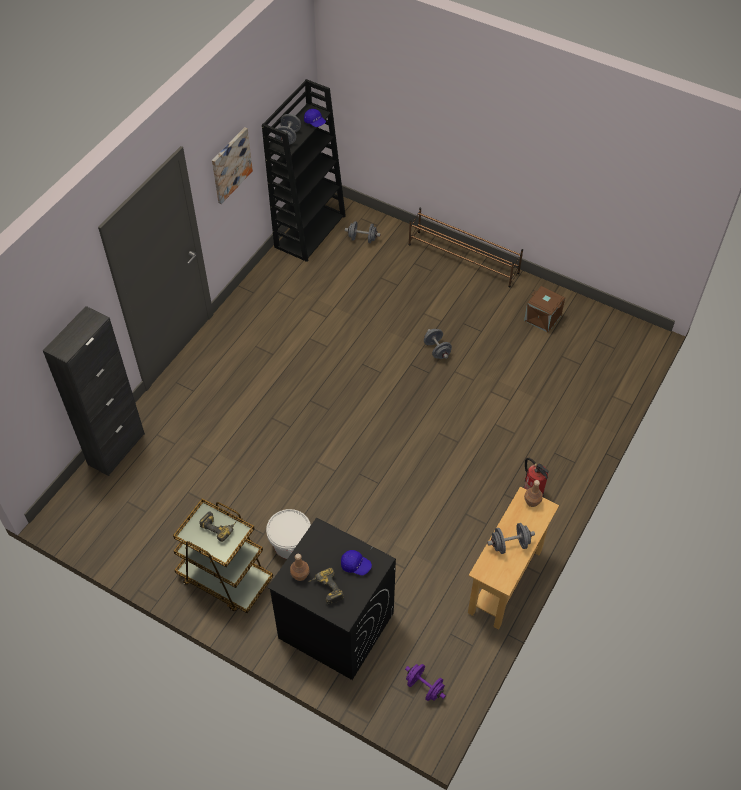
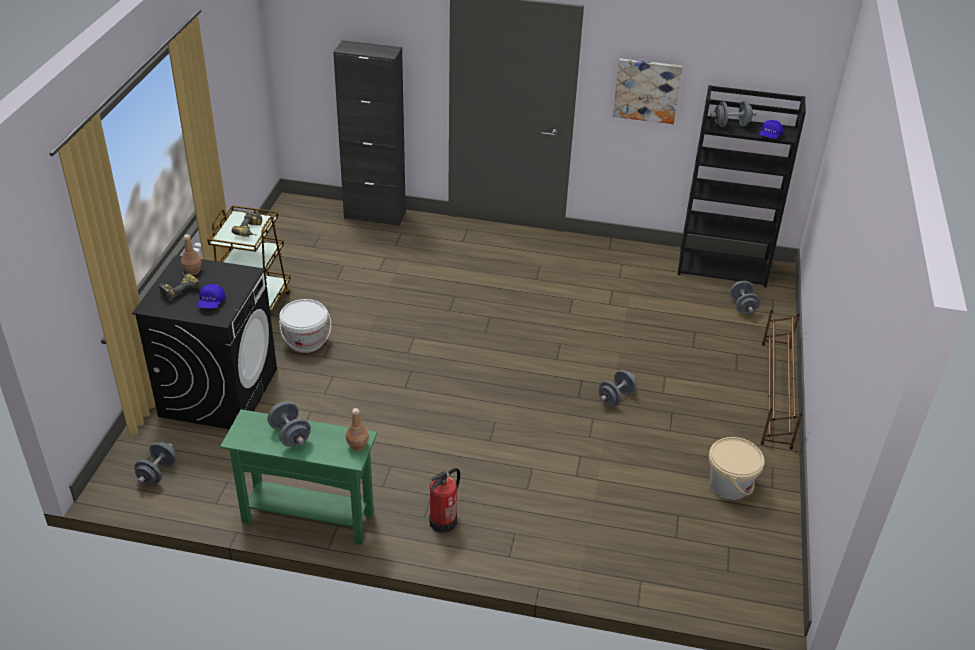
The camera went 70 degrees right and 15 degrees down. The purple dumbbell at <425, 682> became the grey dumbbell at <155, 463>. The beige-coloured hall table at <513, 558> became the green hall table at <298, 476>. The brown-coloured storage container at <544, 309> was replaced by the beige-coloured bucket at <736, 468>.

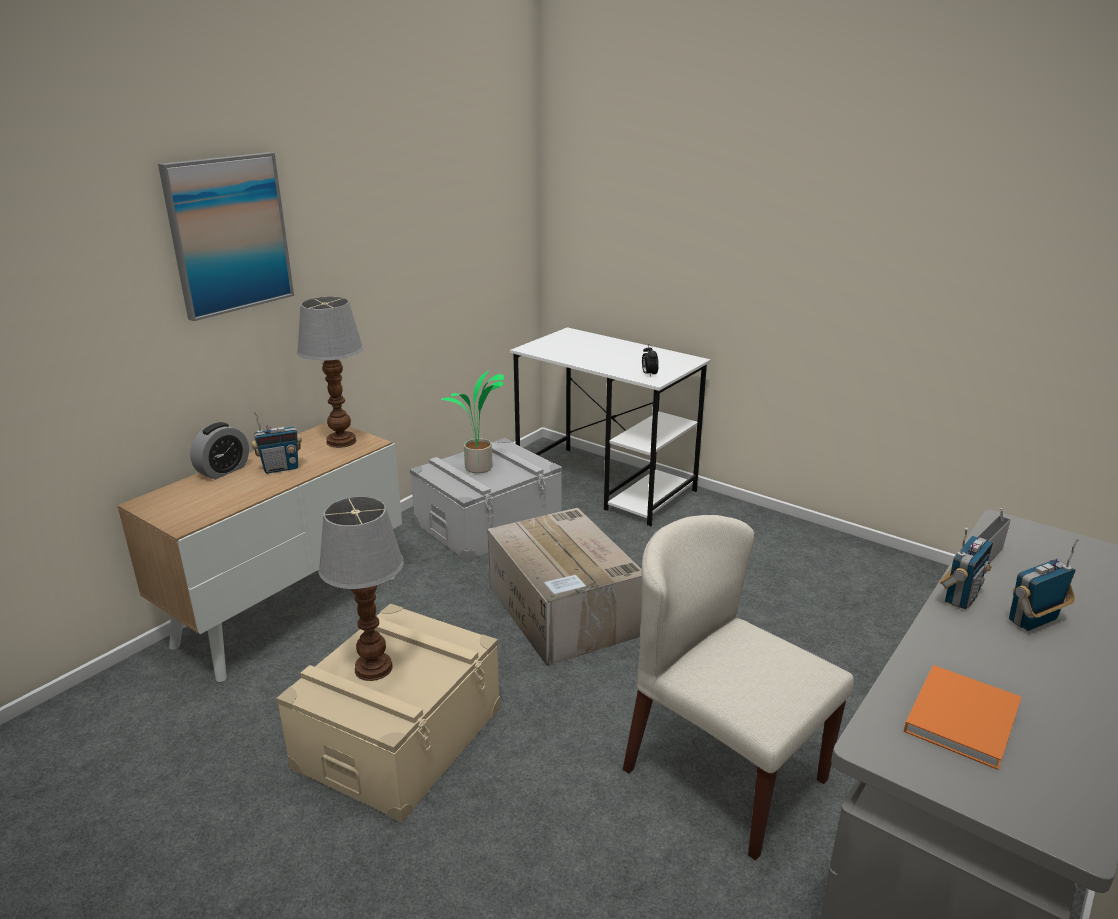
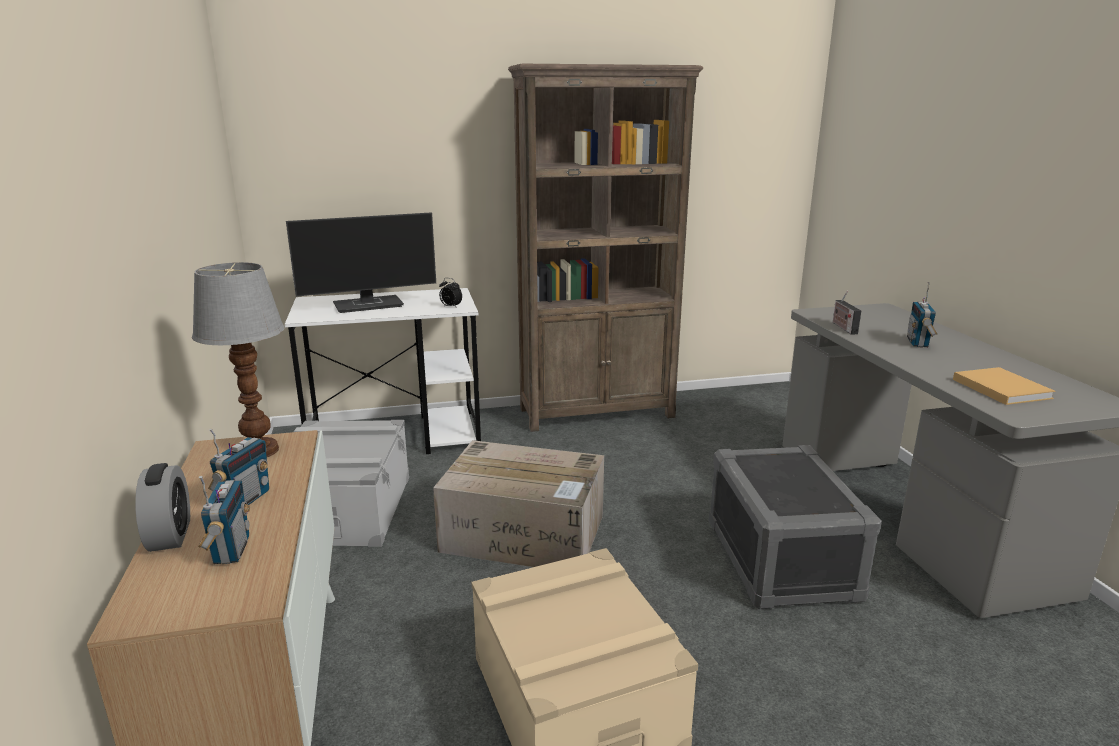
The camera went 50 degrees left and 5 degrees down. The picture at <226, 236> disappeared. The table lamp at <361, 588> disappeared. The potted plant at <472, 422> disappeared. The beige-coloured upright chair at <738, 687> was replaced by the grey storage container at <795, 527>. The orange-coloured book at <962, 717> became the beige-coloured book at <1004, 386>. The radio moved from <966, 568> to <224, 520>. The computer display at <361, 262> appeared. The brown-coloured shelving unit at <605, 248> appeared.

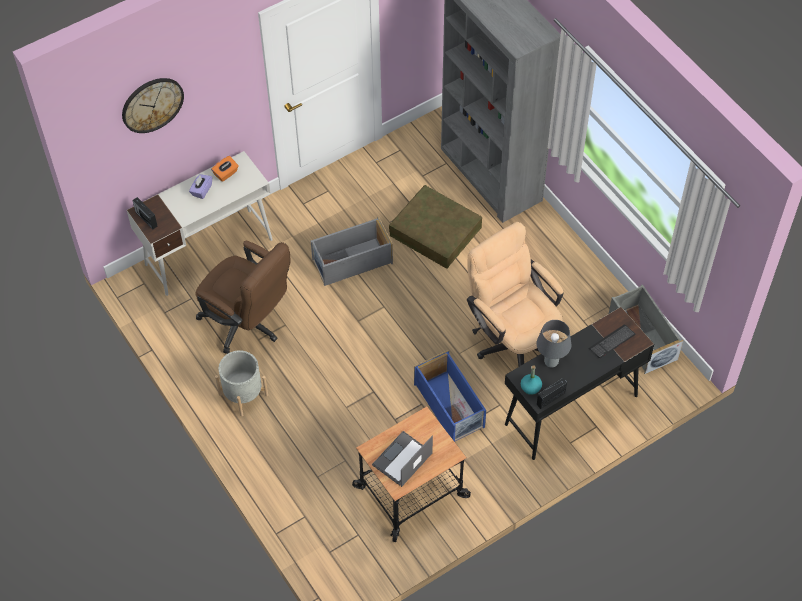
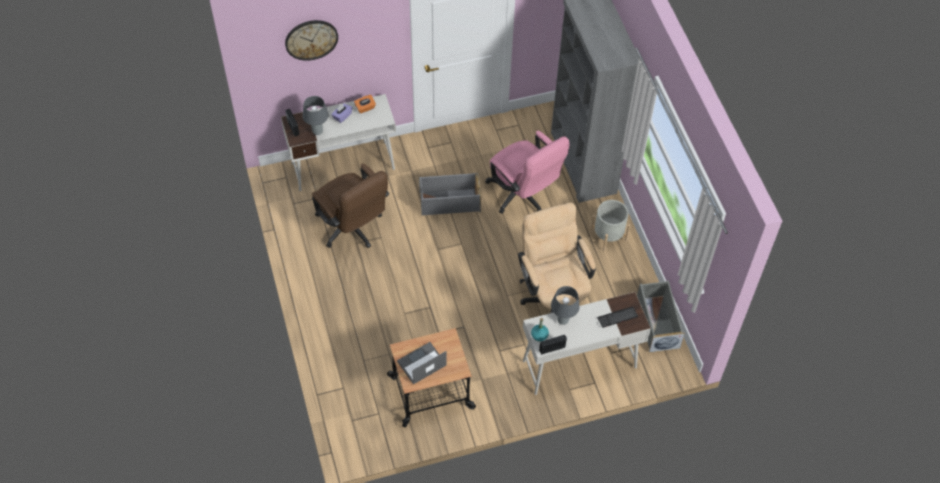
The camera went 15 degrees right and 0 degrees up. The grey flower pot moved from <241, 383> to <610, 225>. The brown-coloured storage container at <435, 227> was replaced by the pinkish office chair at <527, 172>. The blue-coloured storage container at <450, 396> disappeared. The black-coloured desk at <579, 383> became the whitish desk at <587, 343>. The grey table lamp at <315, 115> appeared.

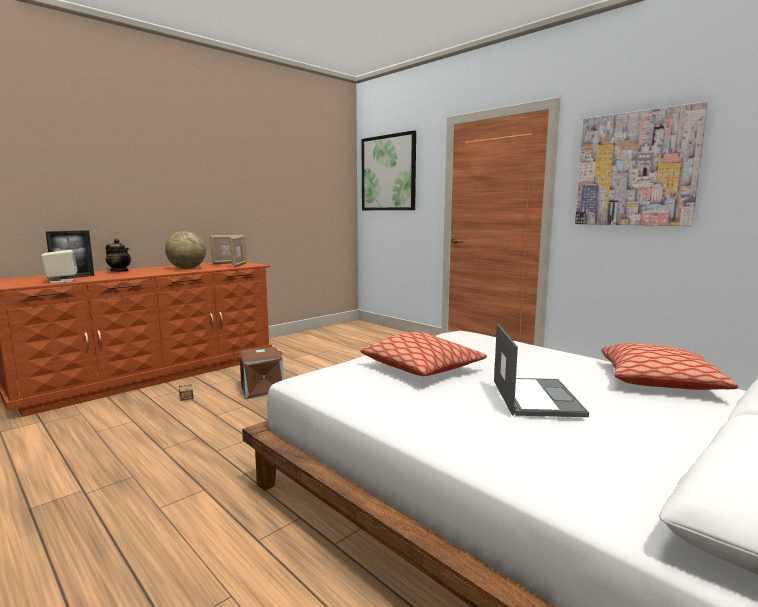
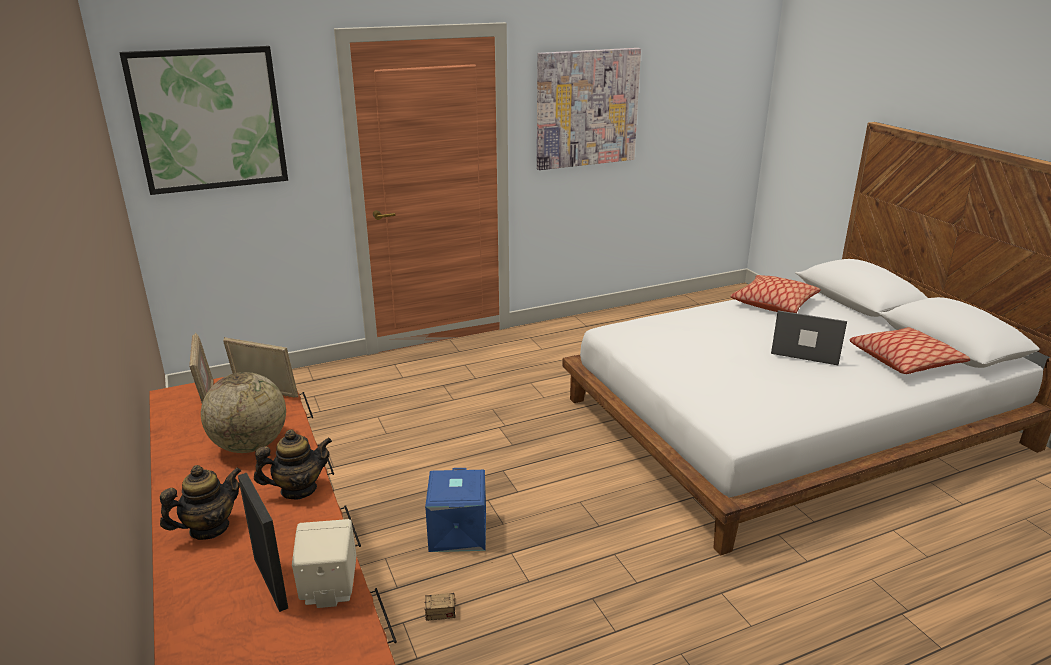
The camera went 70 degrees left and 15 degrees up. The brown-coloured storage container at <261, 373> became the blue-coloured storage container at <455, 510>. The cushion moved from <423, 354> to <909, 350>. The pot for tea at <293, 464> appeared.

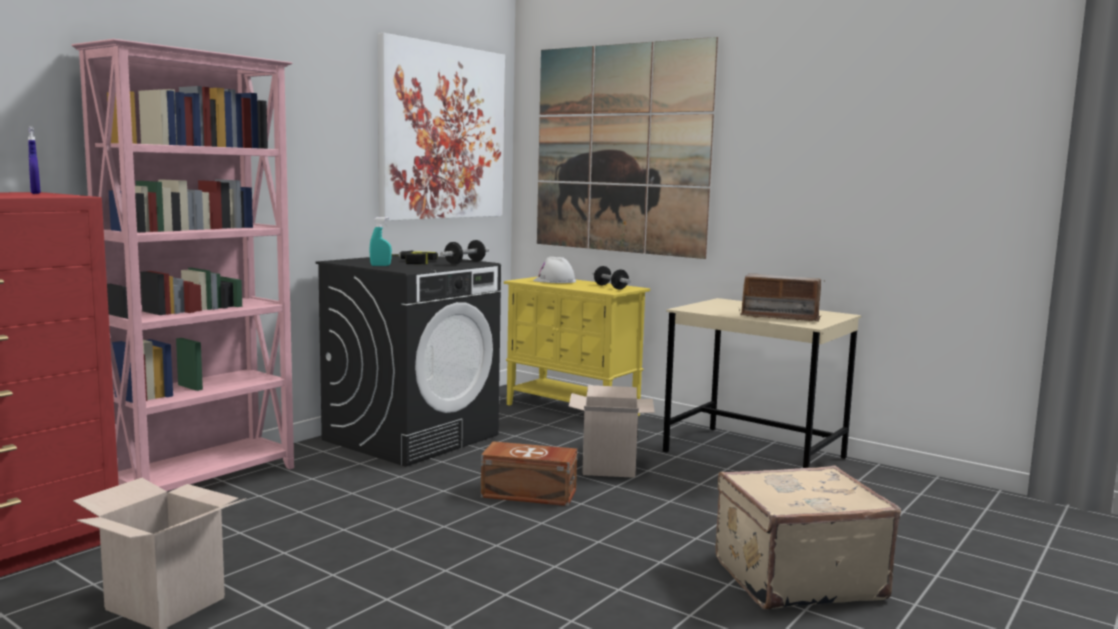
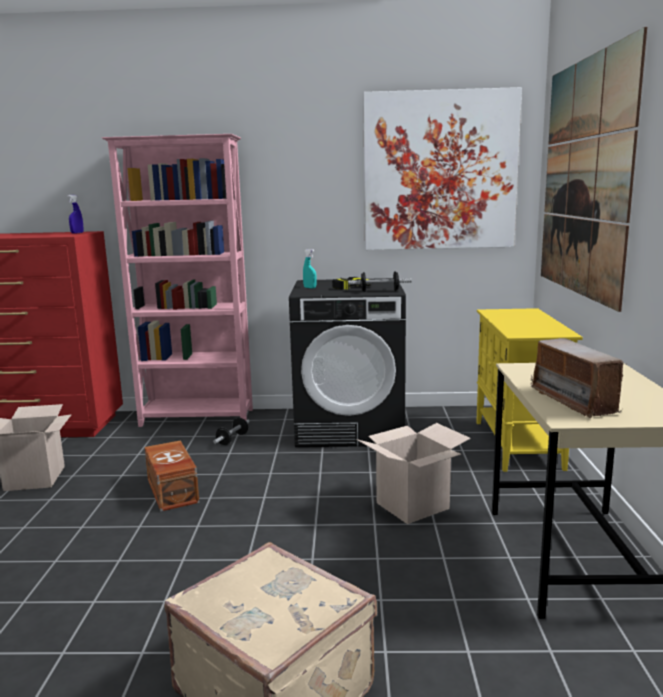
The camera went 55 degrees right and 5 degrees up. The brown-coloured storage container moved from <529, 473> to <172, 475>. The whitish safety helmet at <554, 270> disappeared. The dumbbell moved from <612, 278> to <231, 431>.

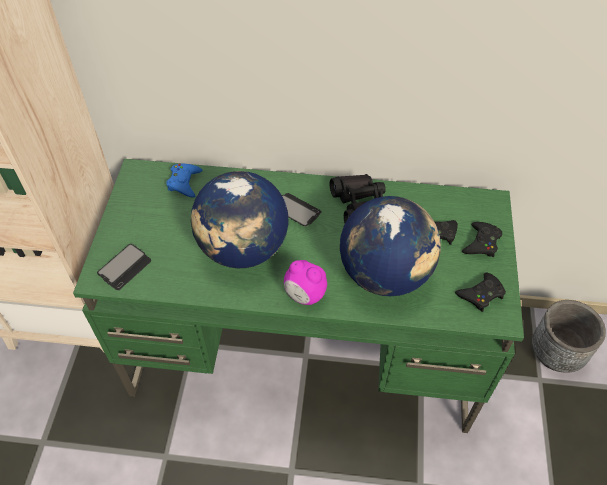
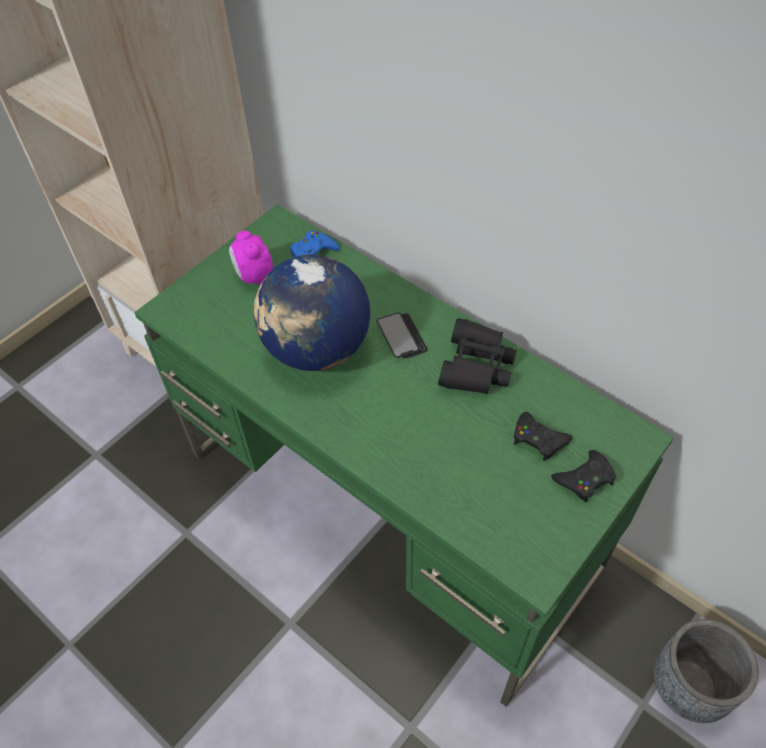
The camera went 35 degrees right and 0 degrees up. The phone at <124, 267> disappeared. The alarm clock moved from <305, 282> to <251, 258>. The globe at <390, 246> disappeared. The black-coloured joypad at <480, 292> disappeared.

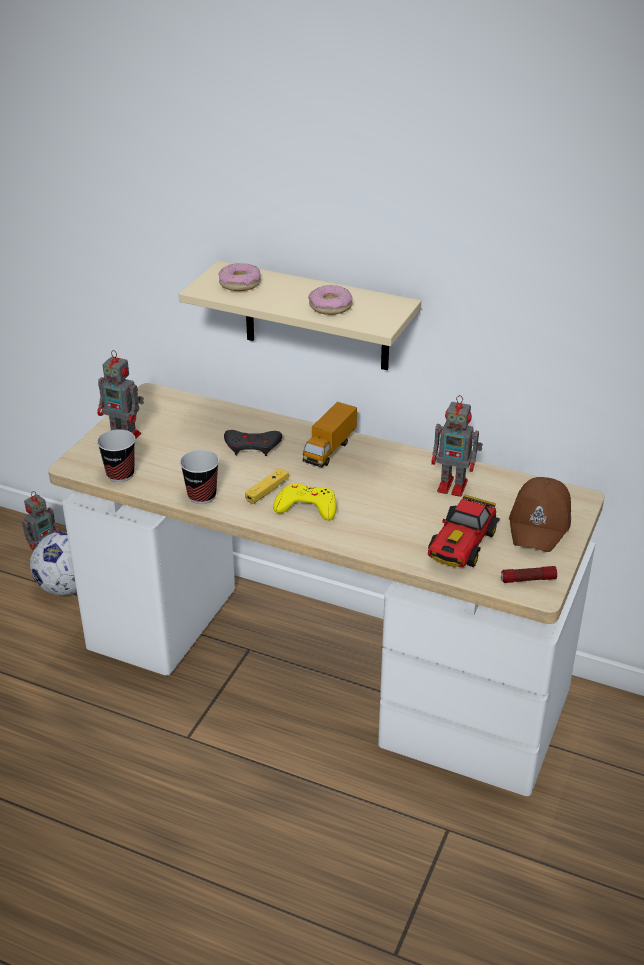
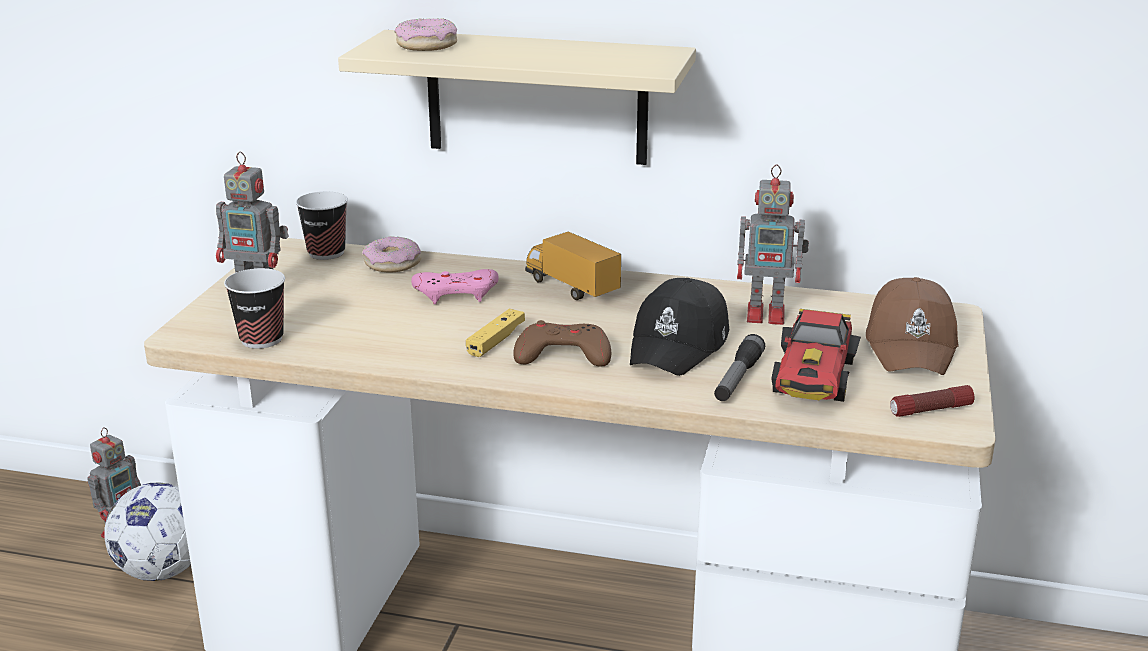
The camera went 10 degrees left and 10 degrees down. The cup moved from <199, 477> to <322, 225>. The grey joypad at <253, 443> became the pinkish joypad at <455, 286>. The yellowish joypad at <304, 501> became the brown-coloured joypad at <562, 343>. The model truck at <330, 434> turned 120 degrees clockwise. The ring doughnut moved from <330, 300> to <391, 254>. The black-coloured baseball cap at <679, 327> appeared. The flashlight at <739, 367> appeared.

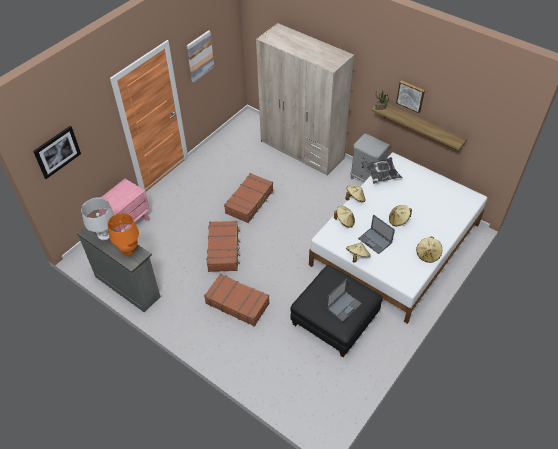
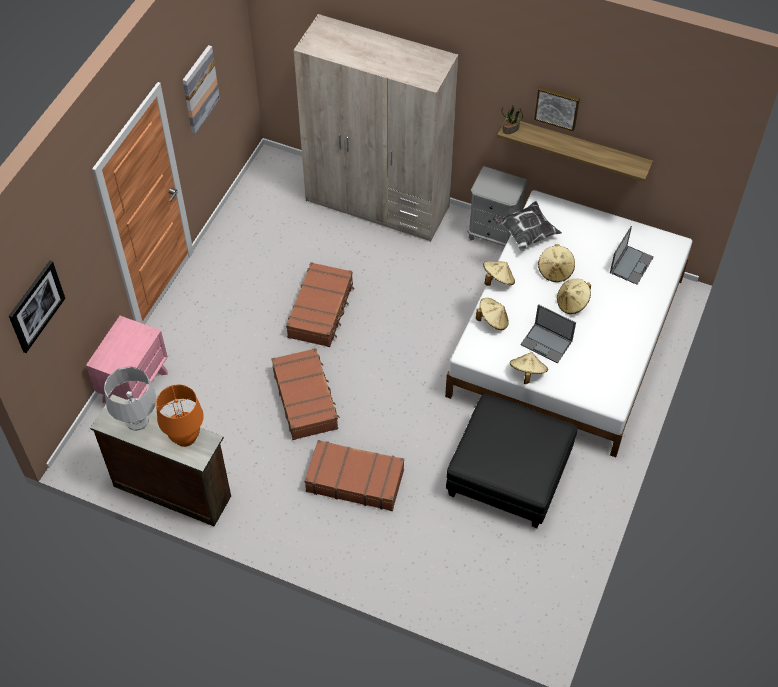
The camera went 15 degrees left and 5 degrees up. The grey chest of drawers at <119, 265> became the brown-coloured chest of drawers at <160, 460>. The notebook computer moved from <344, 300> to <632, 255>. The beige-coloured wearable hat moved from <429, 250> to <556, 263>.

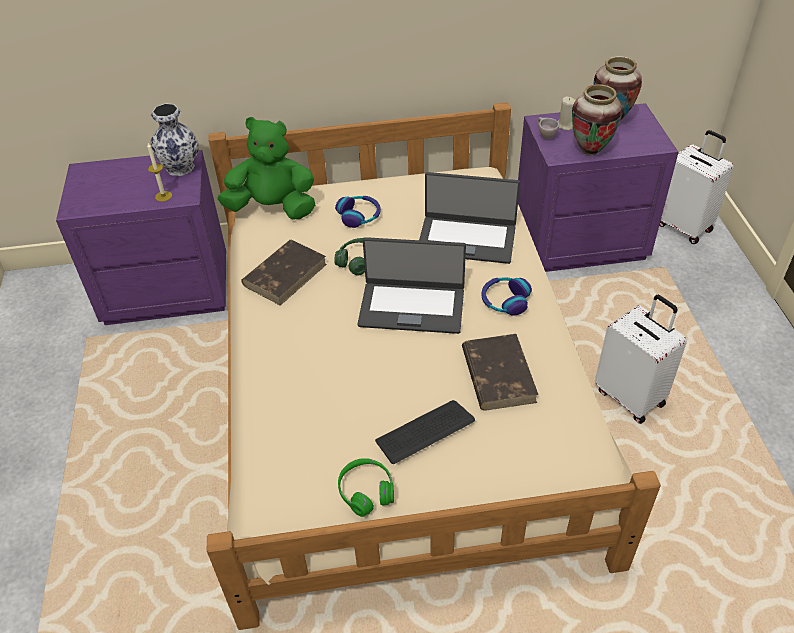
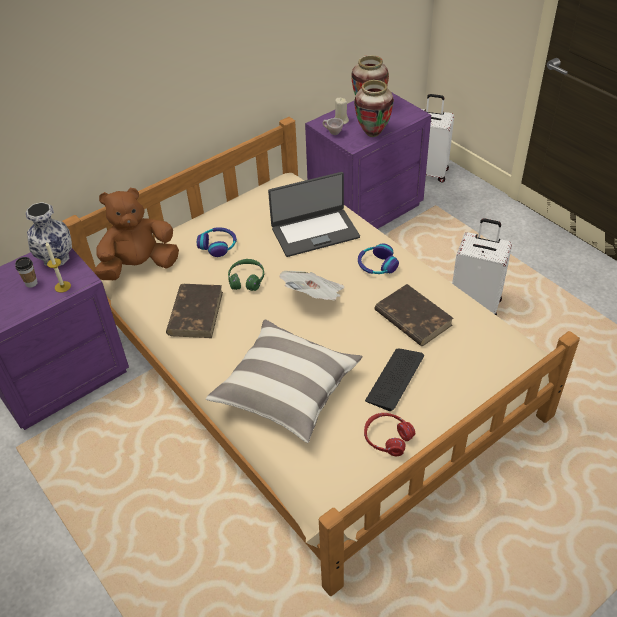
The camera went 30 degrees left and 0 degrees up. The green plush toy at <266, 168> became the brown-coloured plush toy at <136, 234>. The green pair of headphones at <366, 487> became the red pair of headphones at <389, 434>. The notebook computer at <411, 285> was replaced by the daily paper at <312, 286>. The cup at <26, 272> appeared. The cushion at <284, 381> appeared.

